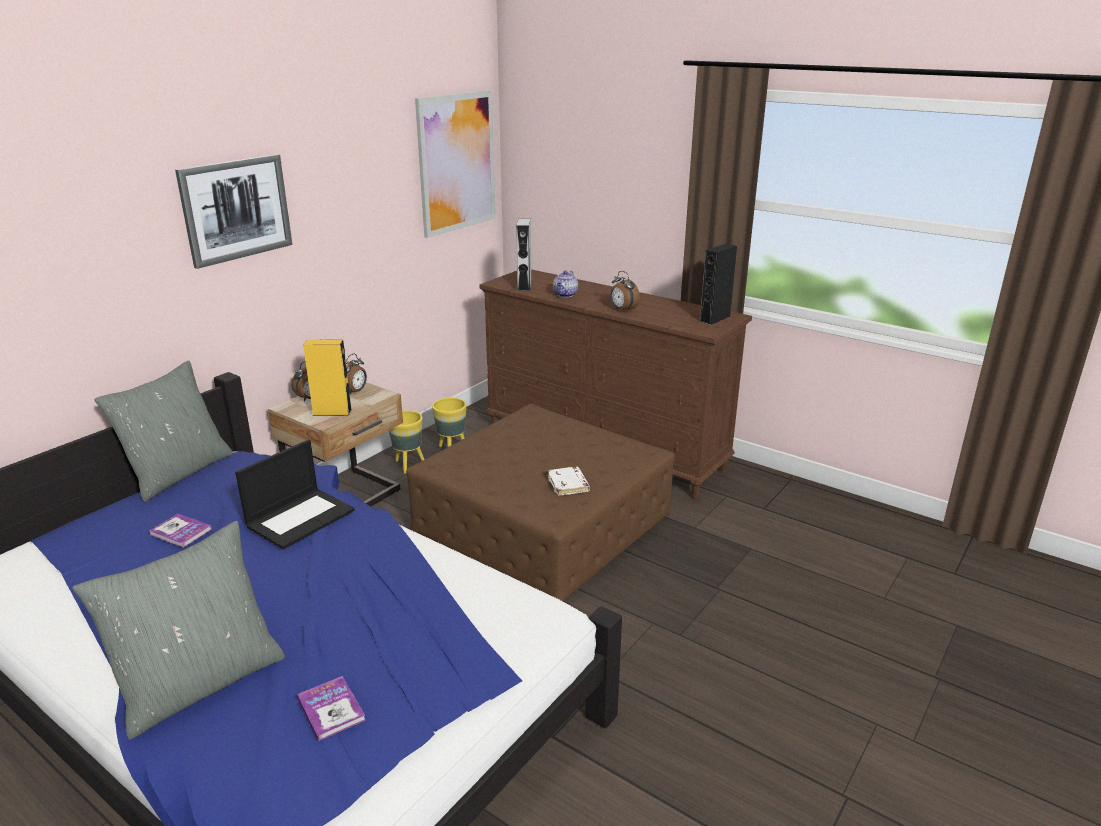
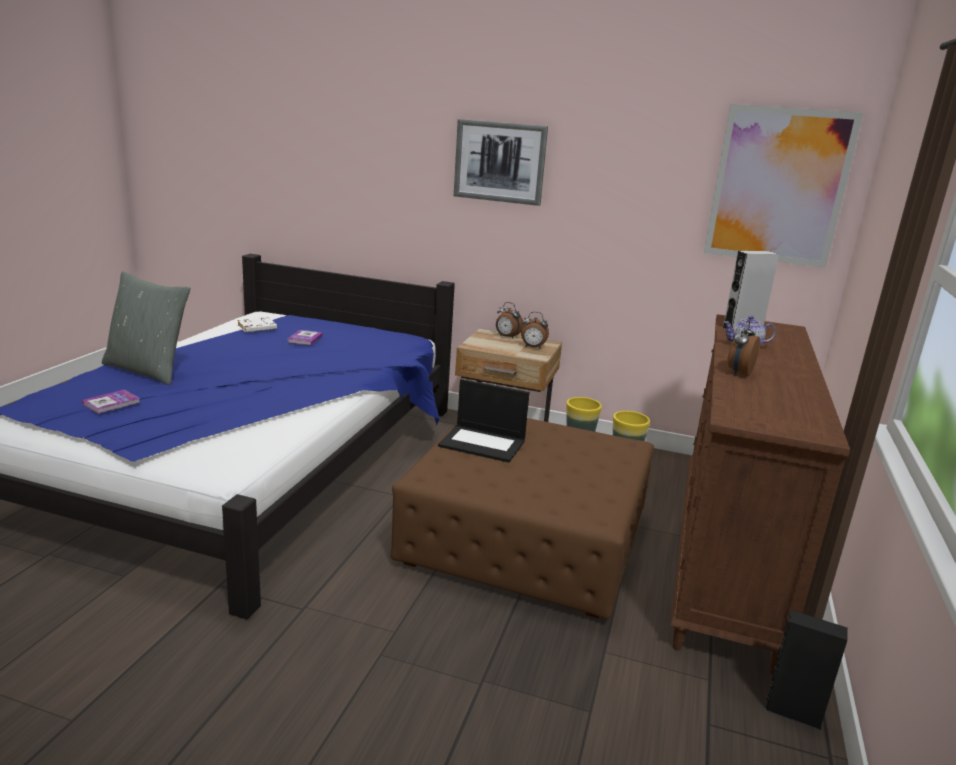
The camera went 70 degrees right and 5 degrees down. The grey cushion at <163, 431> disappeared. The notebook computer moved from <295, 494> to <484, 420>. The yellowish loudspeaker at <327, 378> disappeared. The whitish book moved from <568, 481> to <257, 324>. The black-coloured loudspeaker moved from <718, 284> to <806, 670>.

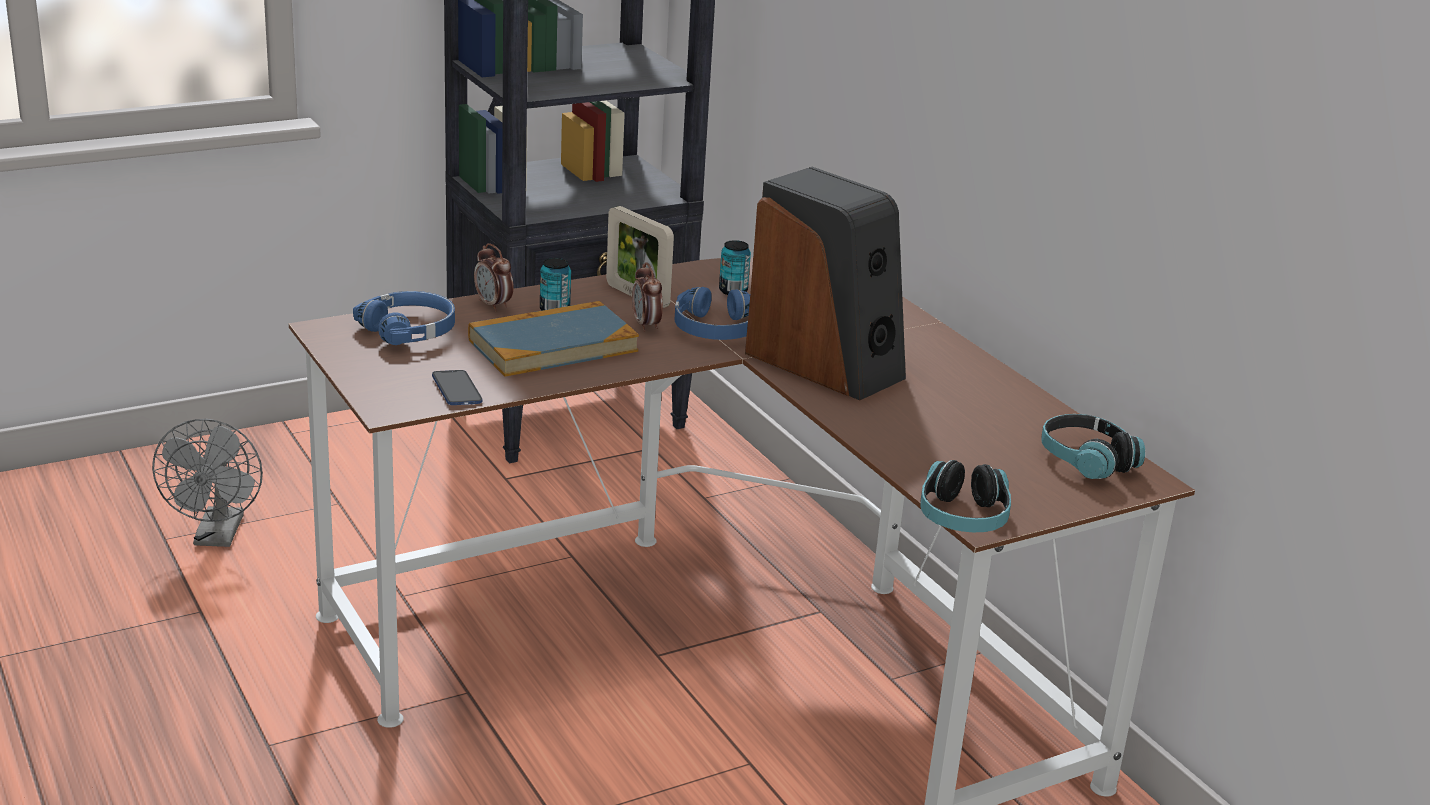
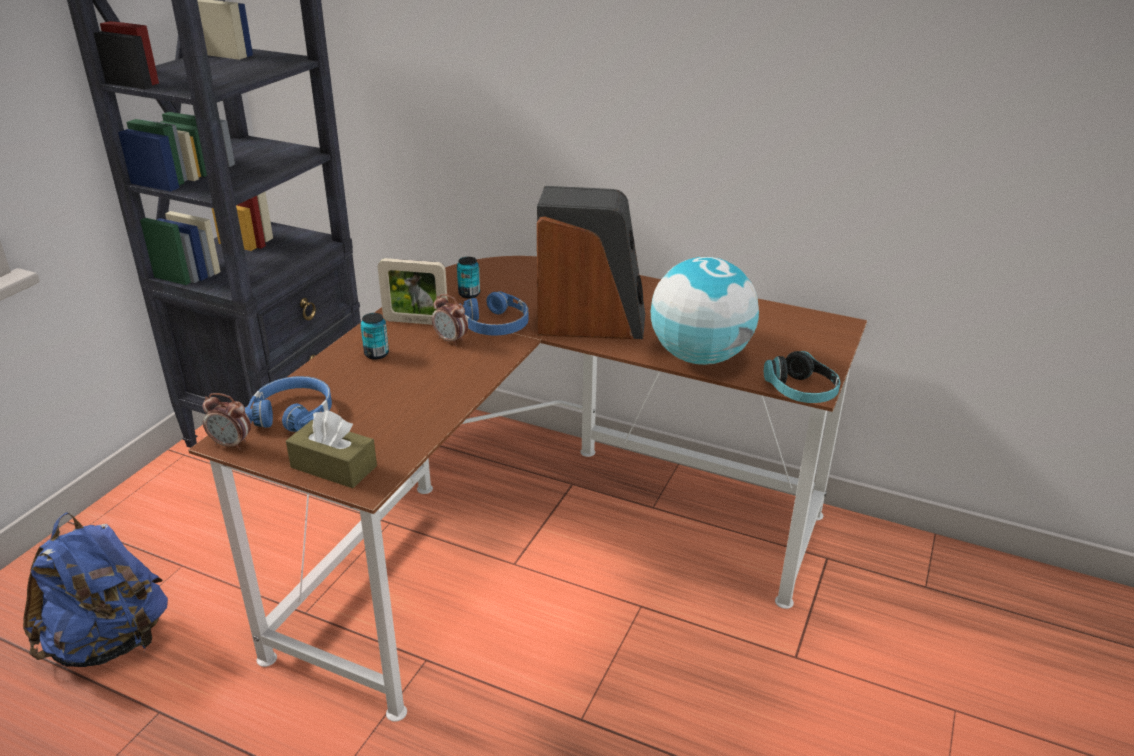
The camera went 35 degrees left and 5 degrees up. The grey electric fan at <207, 483> was replaced by the blue-coloured rucksack at <95, 589>. The phone at <457, 387> disappeared. The book at <553, 339> disappeared. The alarm clock moved from <493, 277> to <227, 421>. The pair of headphones at <1093, 446> disappeared. The brown-coloured box of tissues at <331, 449> appeared. The globe at <705, 311> appeared.

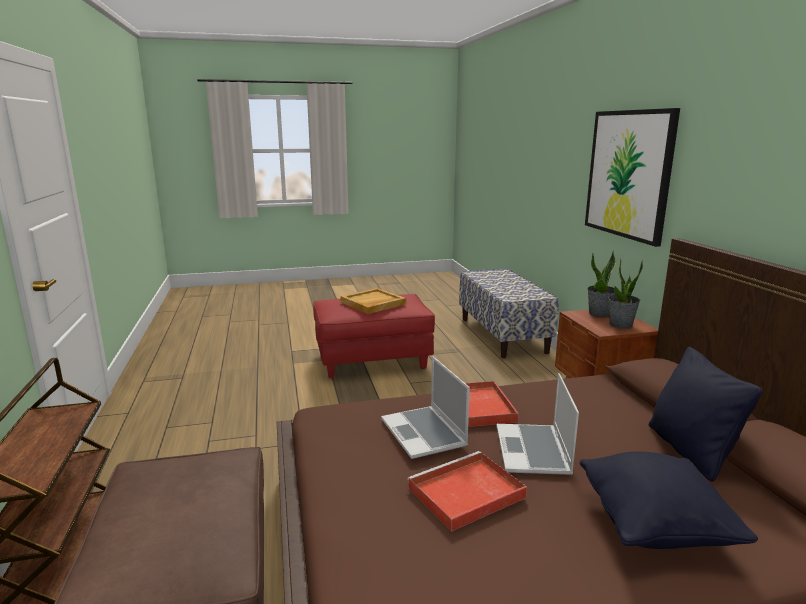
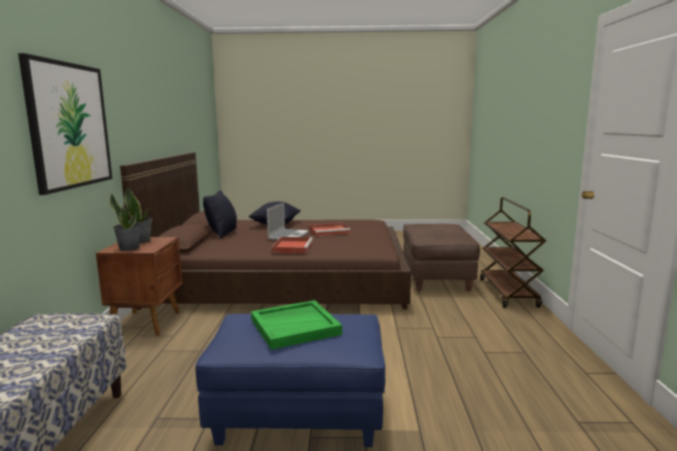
The camera went 165 degrees left and 5 degrees down. The red footrest at <374, 336> became the blue-coloured footrest at <290, 380>. The beige-coloured serving tray at <373, 301> became the green serving tray at <296, 325>. The notebook computer at <425, 407> disappeared.

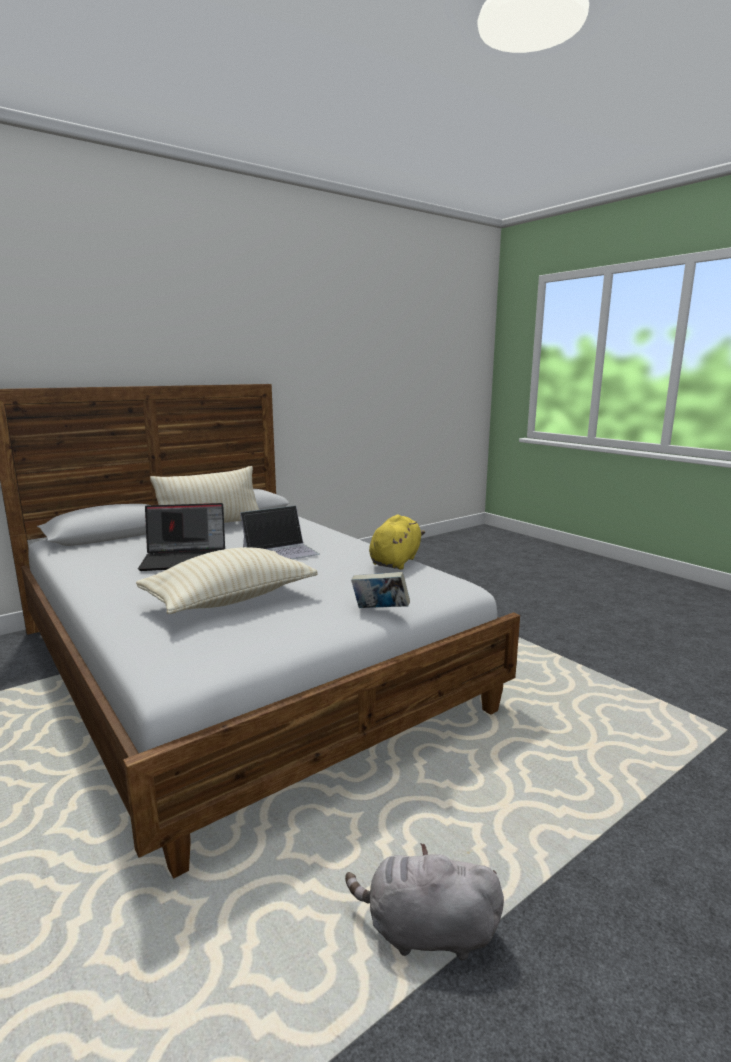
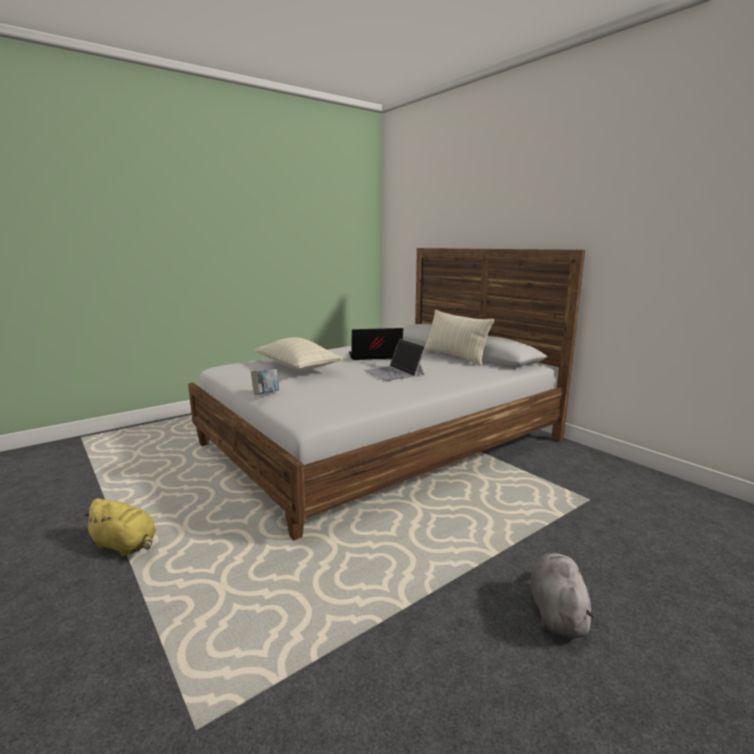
The camera went 90 degrees right and 0 degrees up. The notebook computer at <181, 537> turned 90 degrees clockwise. The grey plush toy moved from <424, 901> to <563, 595>. The yellowish plush toy moved from <397, 542> to <119, 527>.

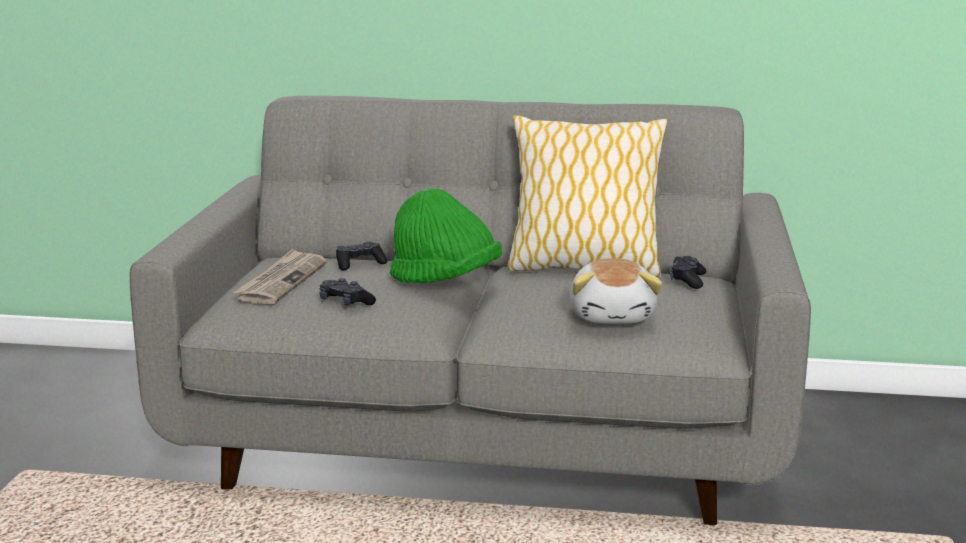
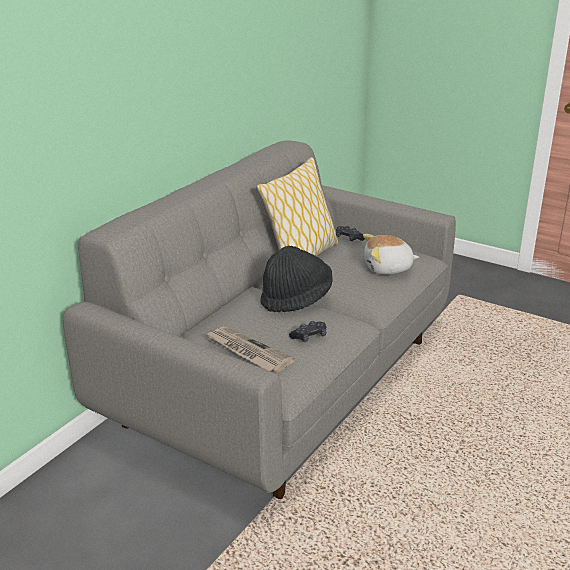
The camera went 65 degrees left and 10 degrees up. The black-coloured joypad at <361, 256> disappeared. The green wearable hat at <446, 235> became the black-coloured wearable hat at <296, 279>. The plush toy at <616, 291> turned 150 degrees clockwise.

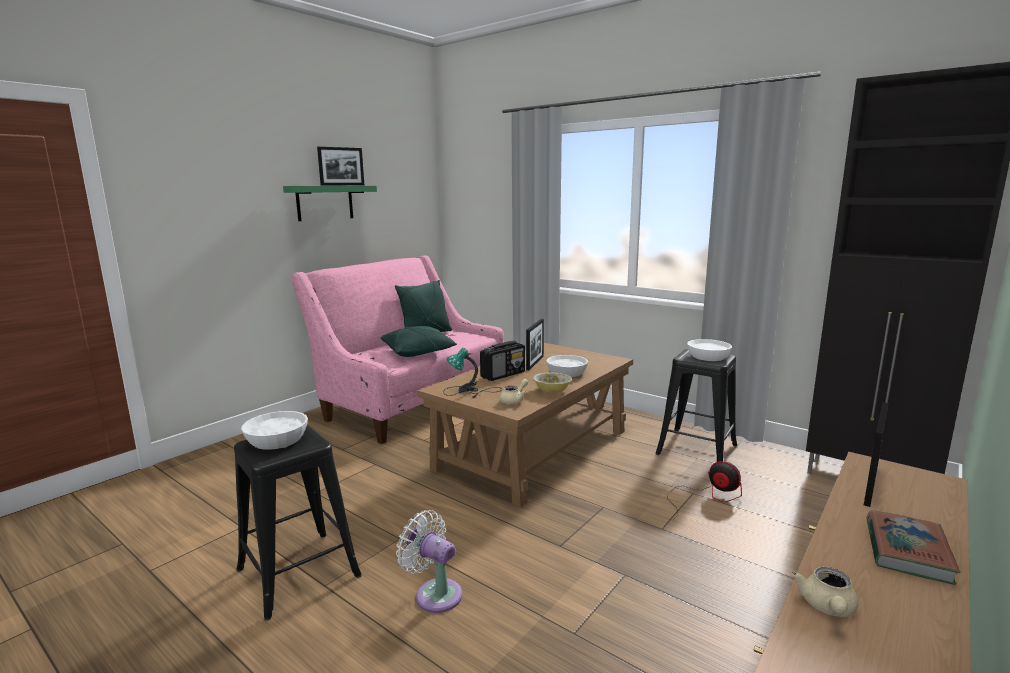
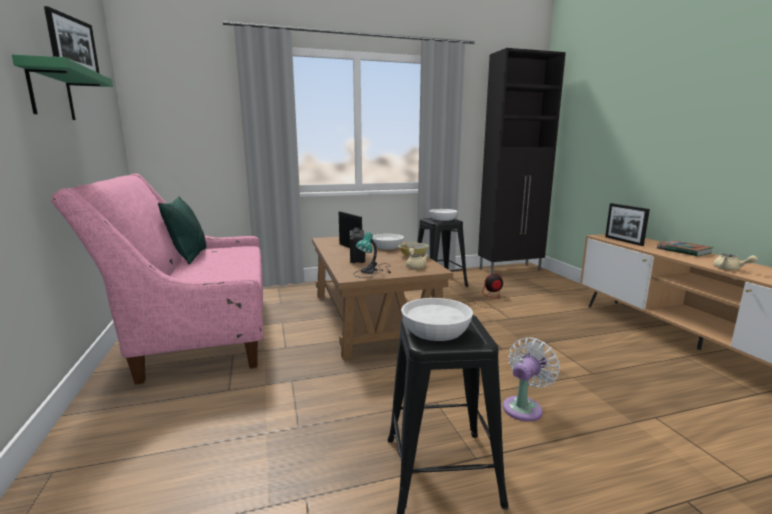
The camera went 55 degrees left and 0 degrees up. The green cushion at <419, 341> disappeared. The whitish electric fan at <429, 561> turned 150 degrees clockwise.

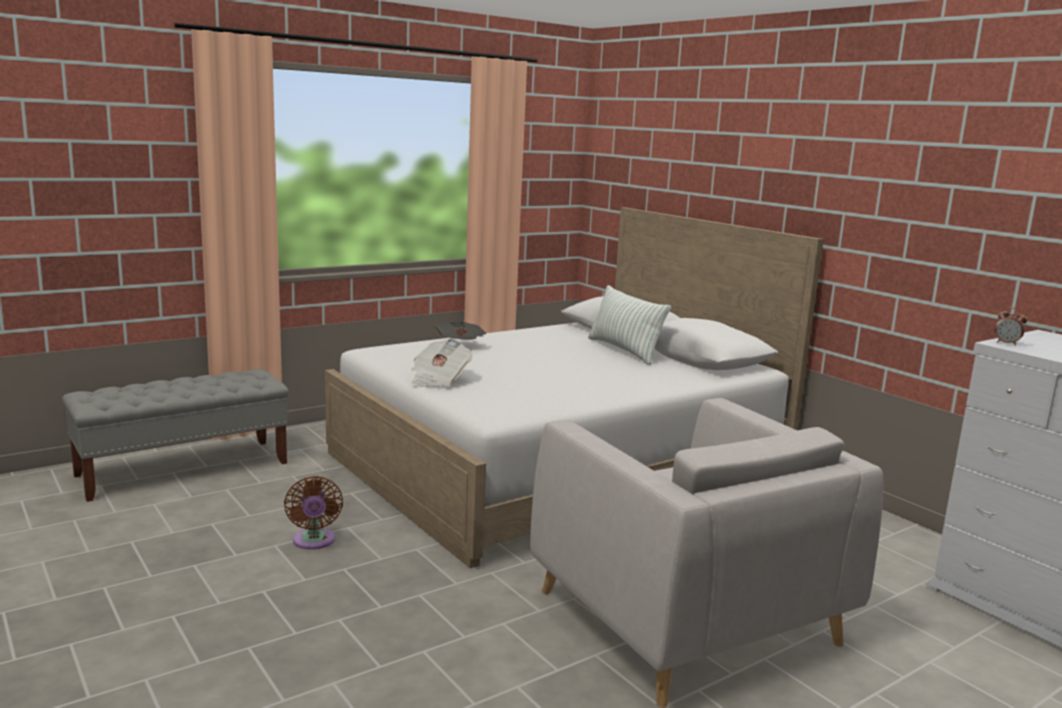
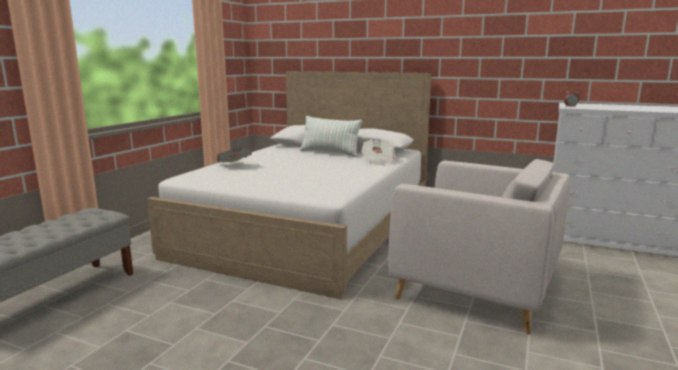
The camera went 30 degrees left and 0 degrees up. The brown-coloured electric fan at <313, 512> disappeared. The daily paper moved from <441, 362> to <378, 152>.

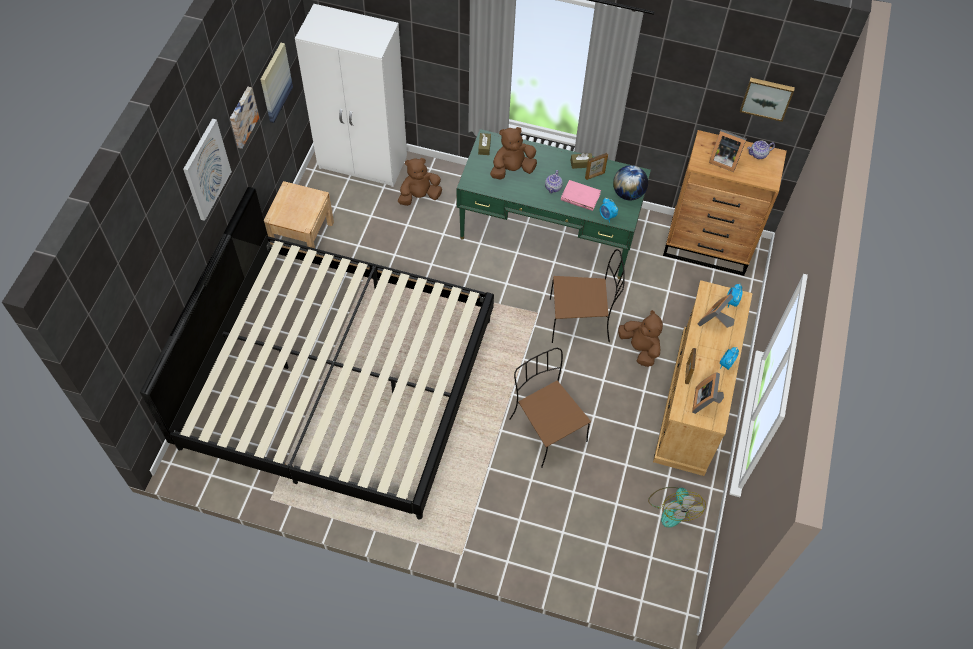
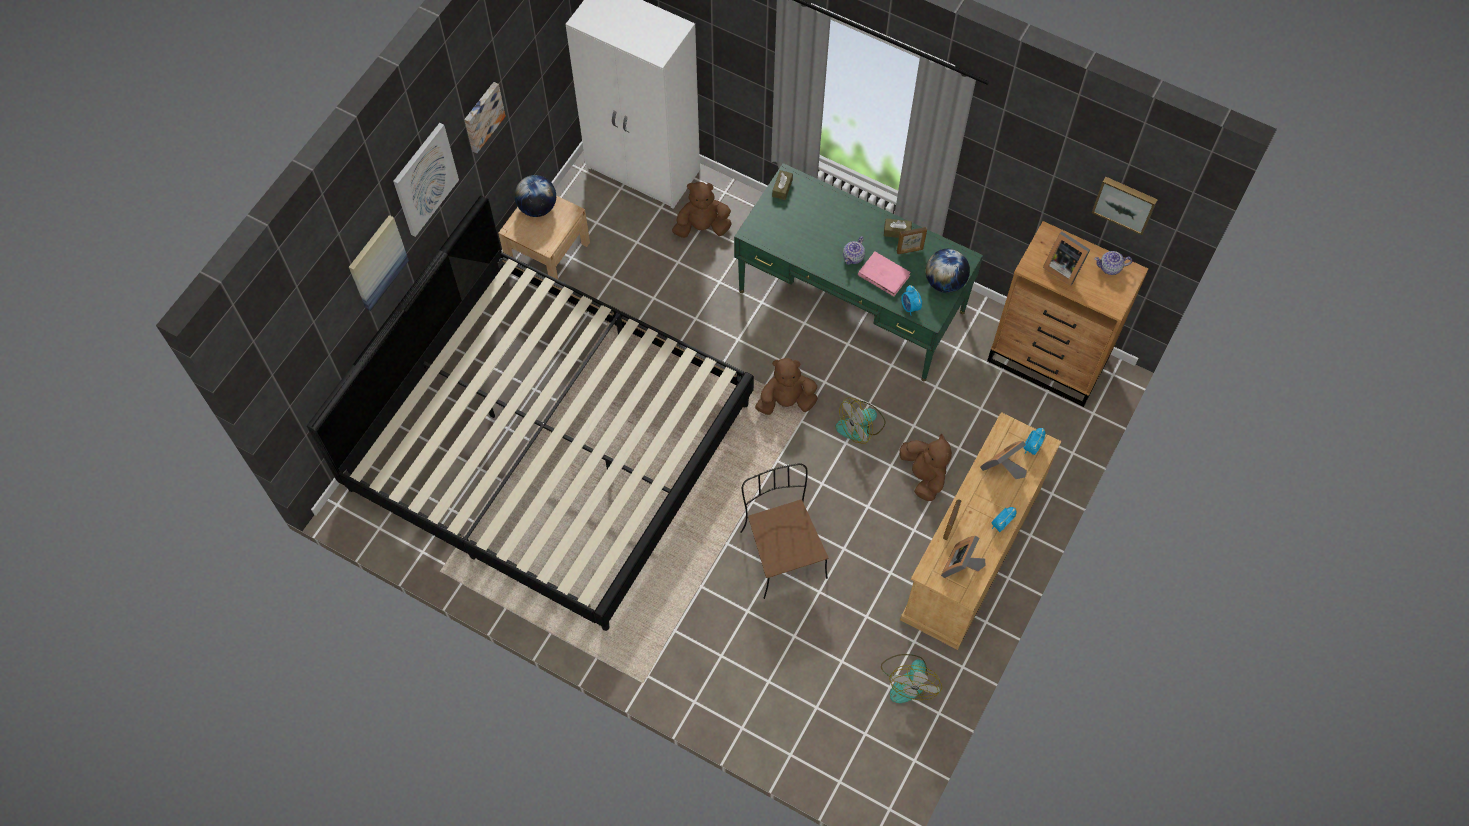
The camera went 15 degrees right and 5 degrees up. The picture moved from <276, 83> to <379, 263>. The brown-coloured plush toy moved from <513, 153> to <786, 386>. The brown-coloured upright chair at <587, 296> was replaced by the electric fan at <860, 421>. The globe at <535, 196> appeared.

